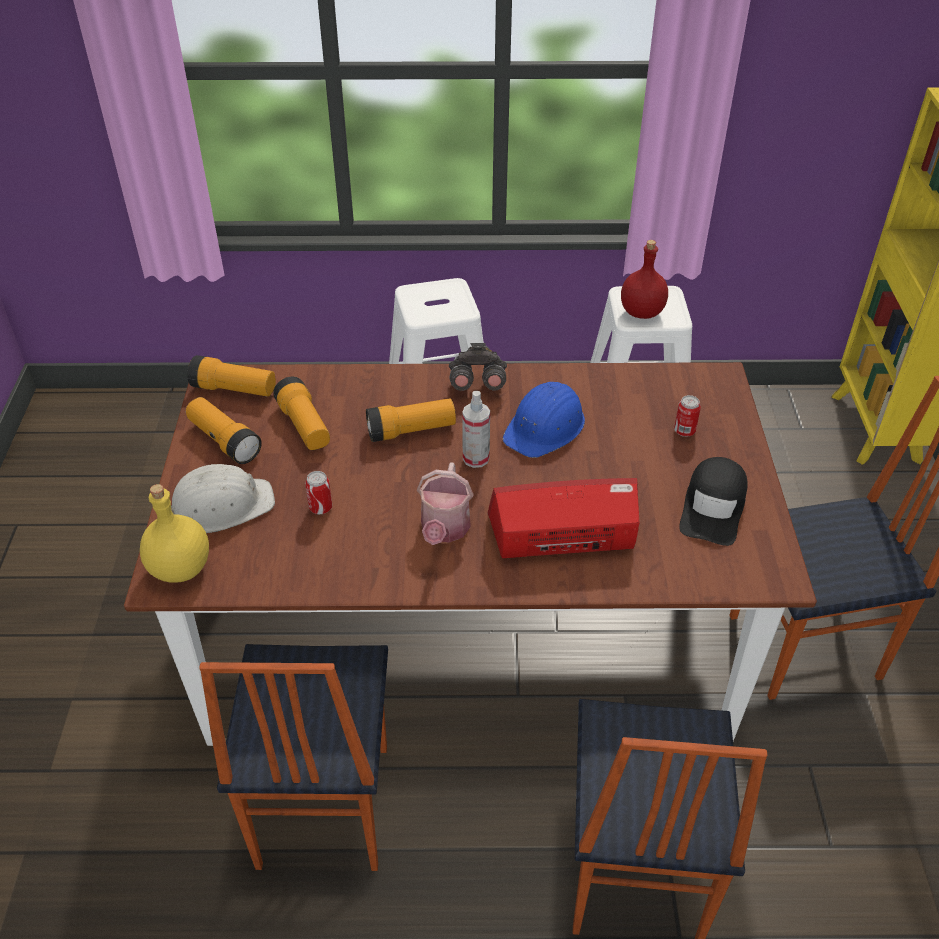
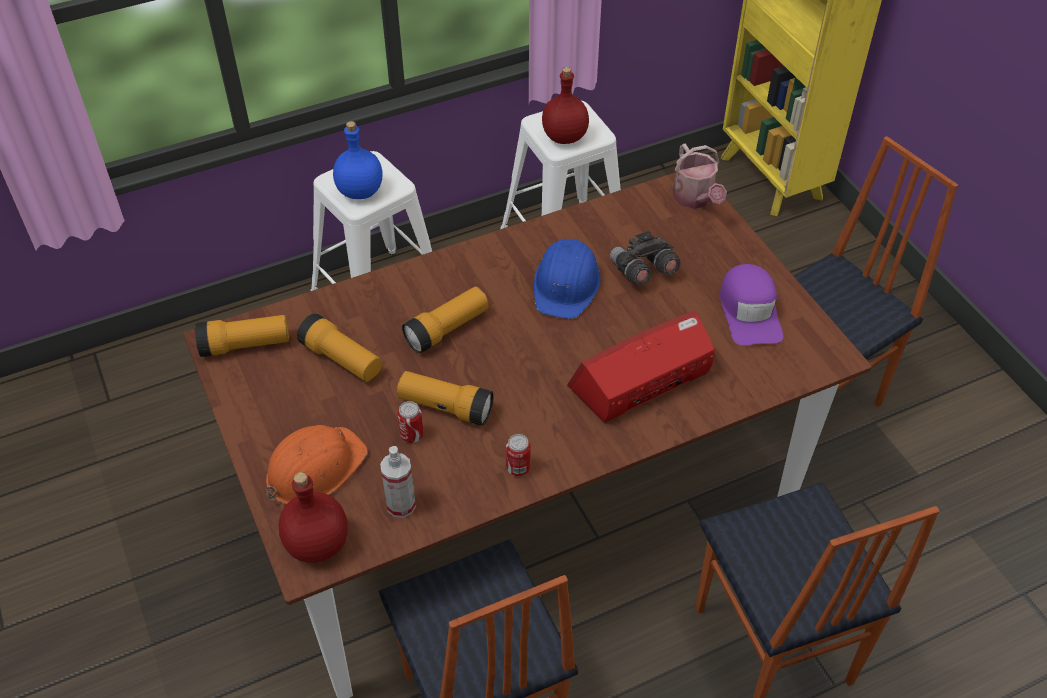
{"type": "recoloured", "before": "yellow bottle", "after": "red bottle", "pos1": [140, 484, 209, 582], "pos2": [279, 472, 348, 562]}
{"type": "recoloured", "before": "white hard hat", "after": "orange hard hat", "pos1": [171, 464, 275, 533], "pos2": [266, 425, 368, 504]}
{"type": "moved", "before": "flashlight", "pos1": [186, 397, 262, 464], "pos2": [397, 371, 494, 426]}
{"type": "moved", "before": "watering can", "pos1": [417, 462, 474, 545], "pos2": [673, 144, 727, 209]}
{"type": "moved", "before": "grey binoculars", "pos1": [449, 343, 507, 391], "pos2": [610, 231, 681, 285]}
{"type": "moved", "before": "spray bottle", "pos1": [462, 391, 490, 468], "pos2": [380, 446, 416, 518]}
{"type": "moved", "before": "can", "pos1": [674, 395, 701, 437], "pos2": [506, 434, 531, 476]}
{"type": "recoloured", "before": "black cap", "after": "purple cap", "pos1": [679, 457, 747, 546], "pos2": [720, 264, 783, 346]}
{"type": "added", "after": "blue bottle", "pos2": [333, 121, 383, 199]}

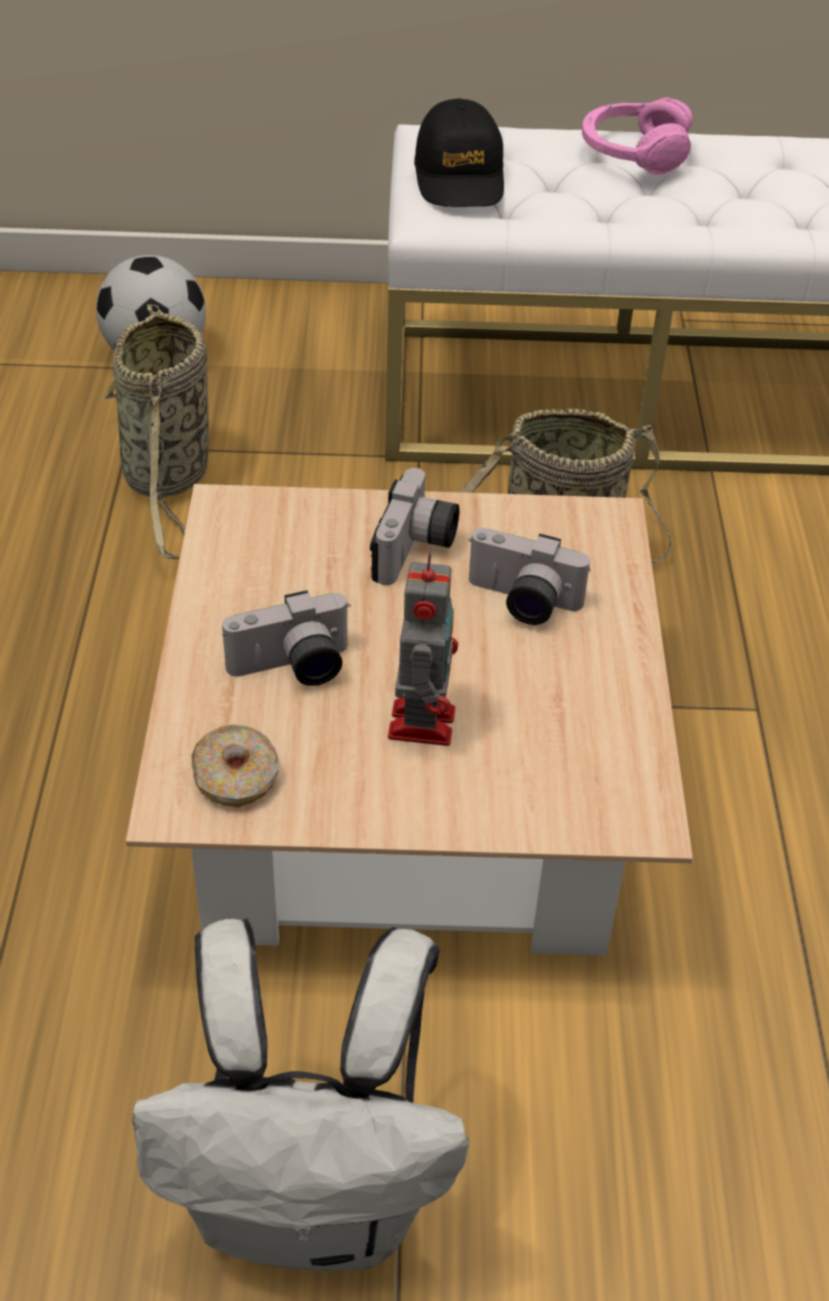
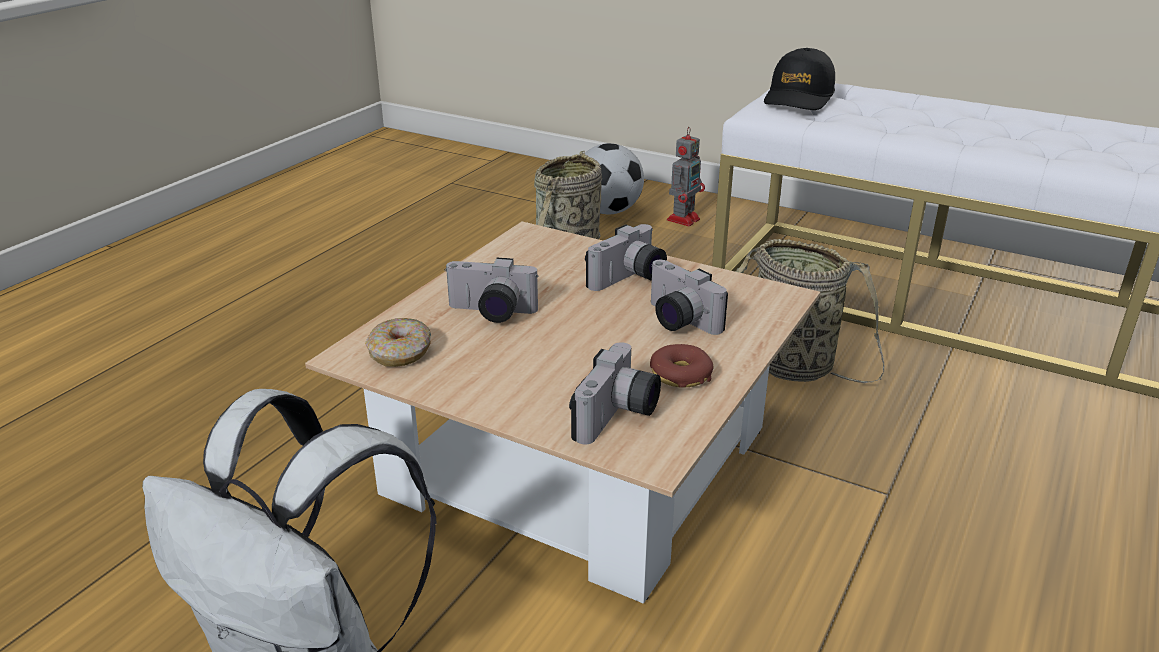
{"type": "moved", "before": "toy robot", "pos1": [388, 553, 458, 746], "pos2": [667, 127, 705, 226]}
{"type": "removed", "before": "pink headphones", "pos1": [582, 97, 693, 175]}
{"type": "added", "after": "photo camera", "pos2": [569, 342, 661, 445]}
{"type": "added", "after": "donut", "pos2": [650, 344, 713, 388]}

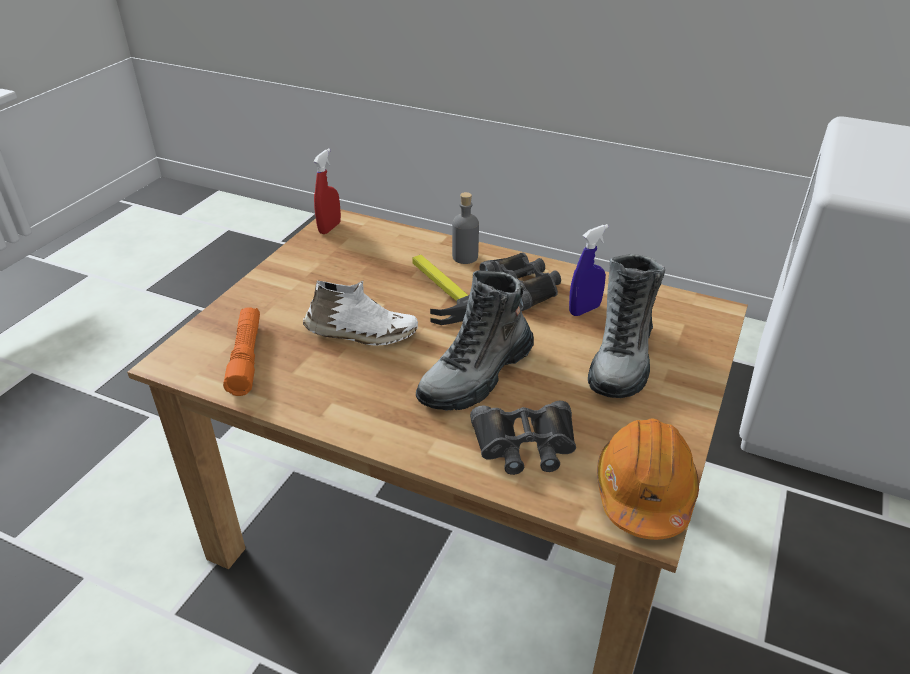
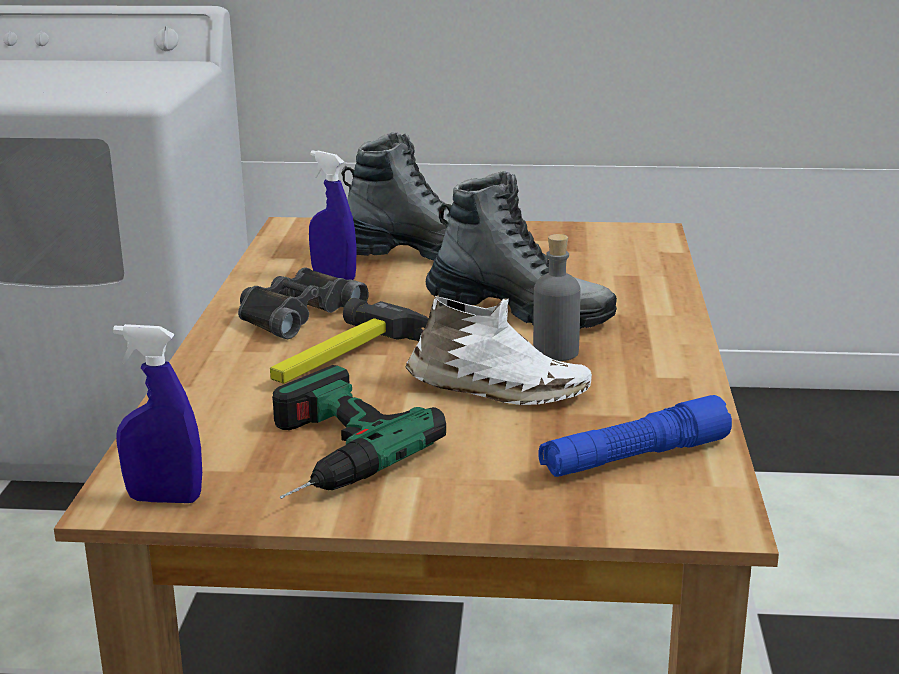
{"type": "recoloured", "before": "orange flashlight", "after": "blue flashlight", "pos1": [223, 307, 260, 396], "pos2": [538, 395, 732, 477]}
{"type": "turned", "before": "white shoe", "pos1": [303, 281, 418, 346], "pos2": [405, 296, 592, 405], "turn": 120}
{"type": "recoloured", "before": "red spray bottle", "after": "blue spray bottle", "pos1": [313, 148, 341, 234], "pos2": [113, 324, 202, 503]}
{"type": "moved", "before": "grey bottle", "pos1": [452, 192, 479, 264], "pos2": [533, 234, 580, 361]}
{"type": "removed", "before": "black binoculars", "pos1": [470, 401, 576, 475]}
{"type": "removed", "before": "orange hard hat", "pos1": [597, 419, 699, 540]}
{"type": "added", "after": "power drill", "pos2": [272, 365, 446, 499]}

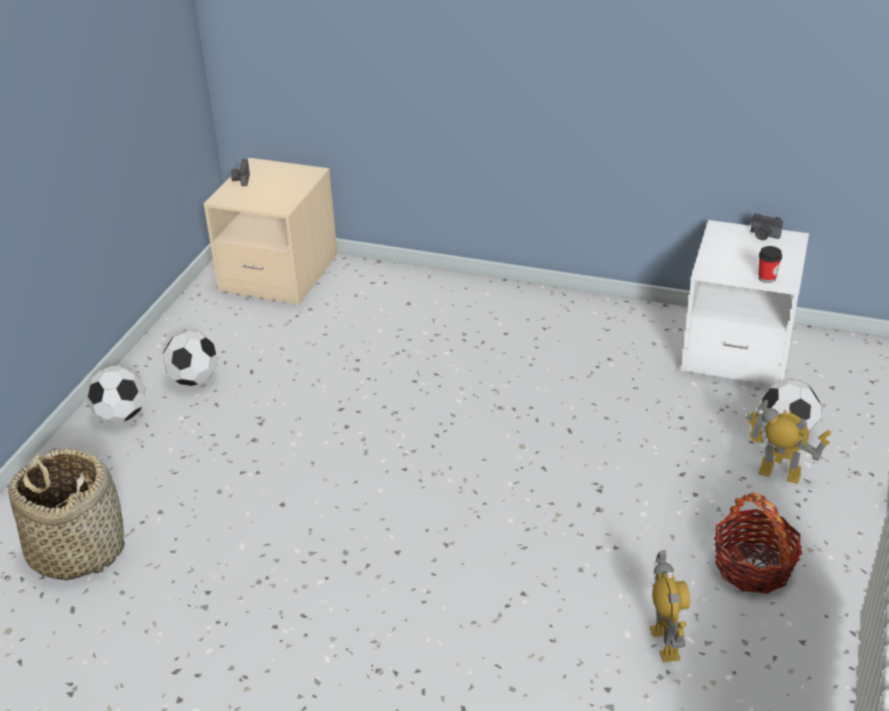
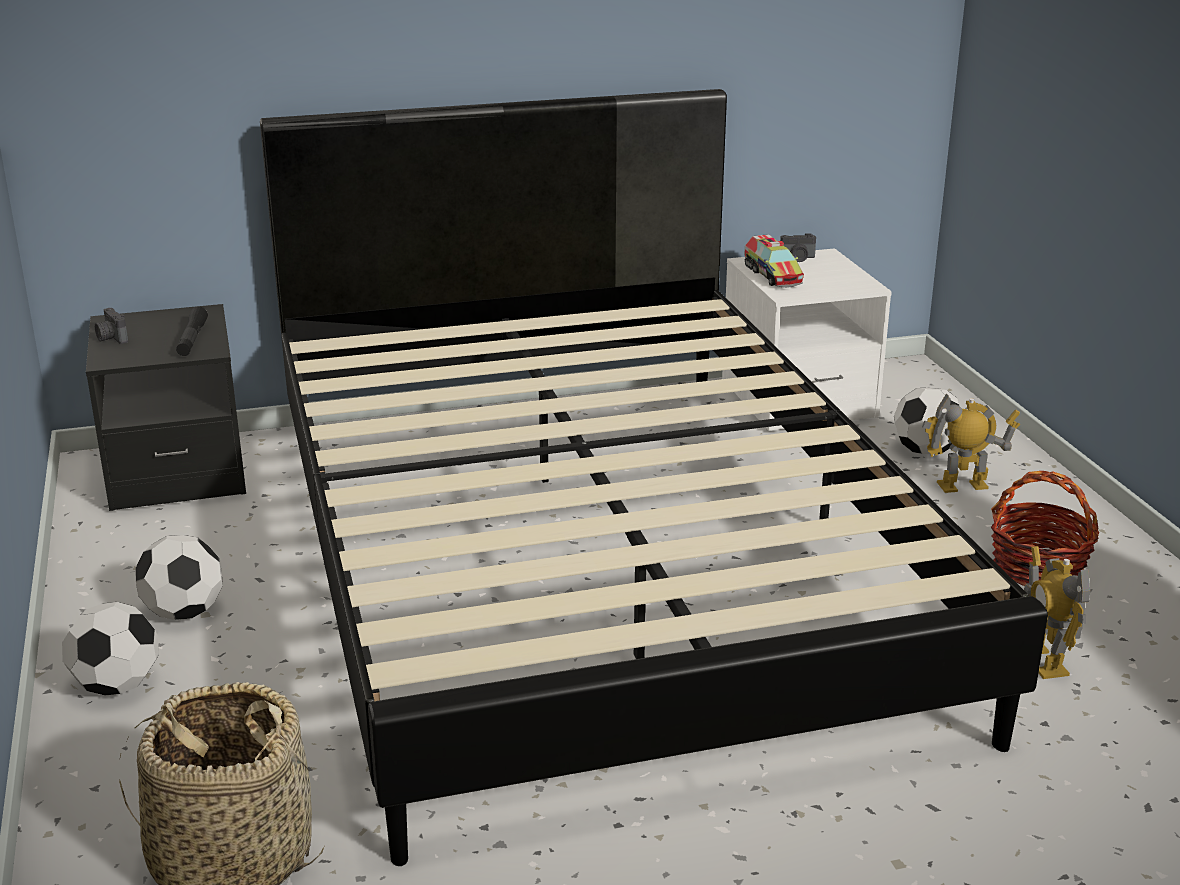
{"type": "recoloured", "before": "beige nightstand", "after": "black nightstand", "pos1": [203, 158, 337, 305], "pos2": [86, 304, 246, 511]}
{"type": "turned", "before": "toy robot", "pos1": [650, 550, 690, 663], "pos2": [1024, 546, 1090, 679], "turn": -150}
{"type": "removed", "before": "cup", "pos1": [758, 246, 782, 283]}
{"type": "added", "after": "black flashlight", "pos2": [176, 306, 208, 356]}
{"type": "added", "after": "black bed", "pos2": [260, 89, 1048, 866]}
{"type": "added", "after": "toy truck", "pos2": [745, 234, 804, 288]}

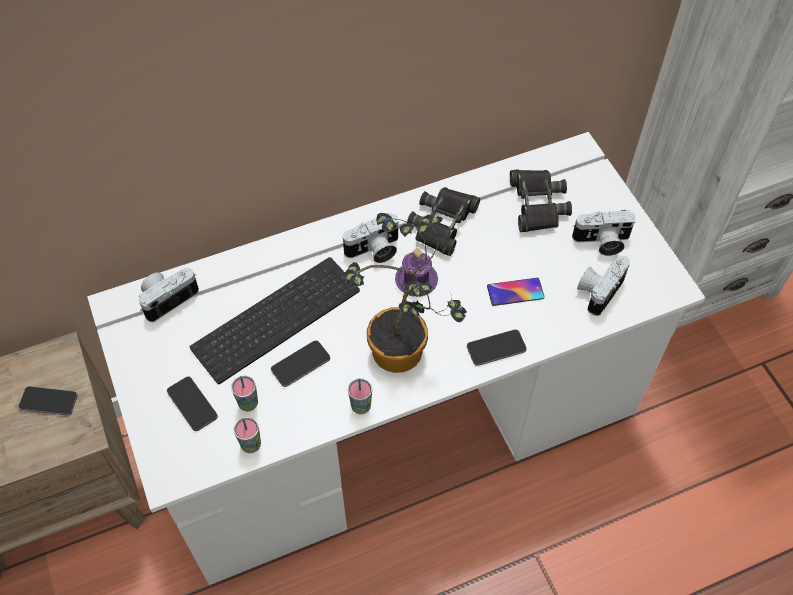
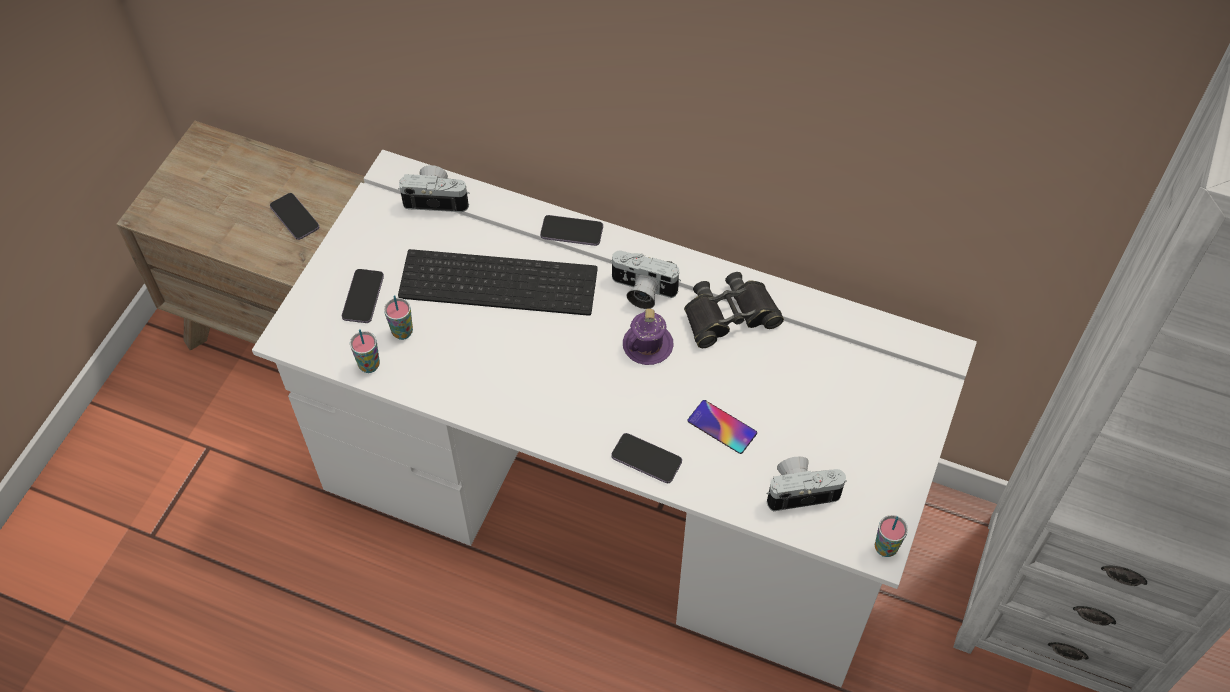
{"type": "moved", "before": "phone", "pos1": [271, 340, 330, 387], "pos2": [540, 215, 603, 246]}
{"type": "removed", "before": "potted plant", "pos1": [343, 213, 467, 373]}
{"type": "moved", "before": "cup", "pos1": [348, 378, 372, 414], "pos2": [875, 515, 908, 557]}
{"type": "removed", "before": "black binoculars", "pos1": [510, 169, 572, 232]}
{"type": "removed", "before": "photo camera", "pos1": [572, 210, 636, 256]}

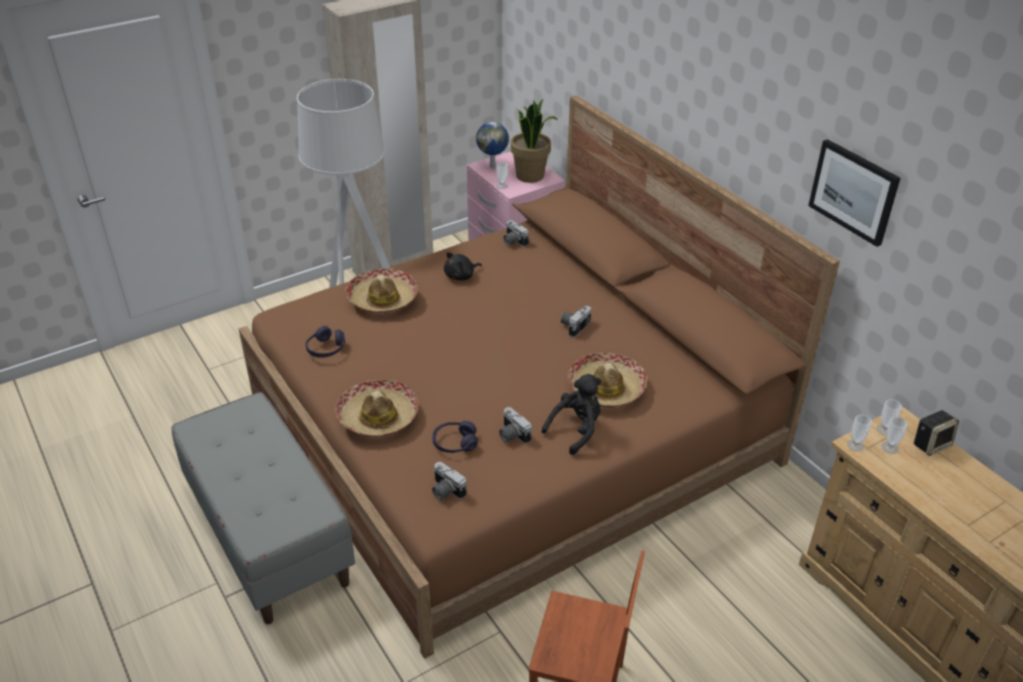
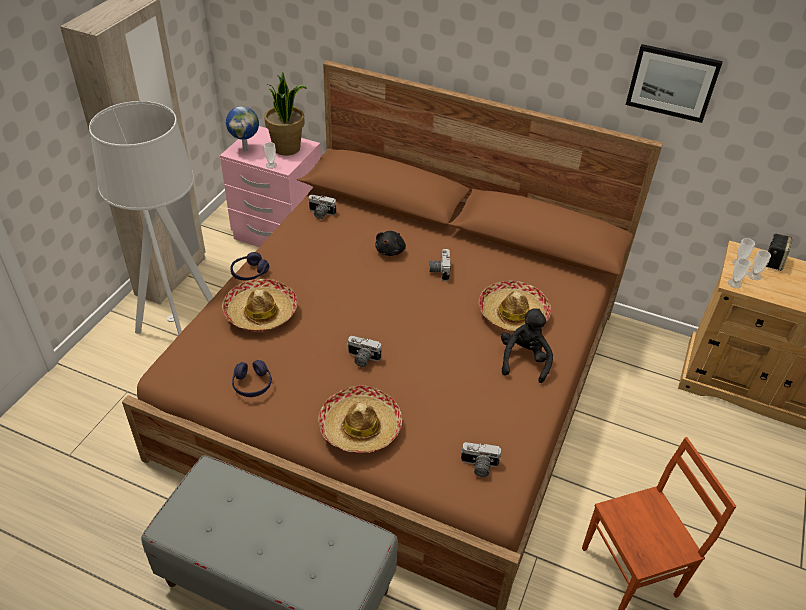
{"type": "moved", "before": "purple headphones", "pos1": [432, 421, 478, 453], "pos2": [230, 252, 269, 280]}
{"type": "moved", "before": "black plush toy", "pos1": [444, 252, 482, 280], "pos2": [375, 231, 406, 256]}
{"type": "moved", "before": "photo camera", "pos1": [499, 407, 532, 444], "pos2": [347, 336, 382, 367]}

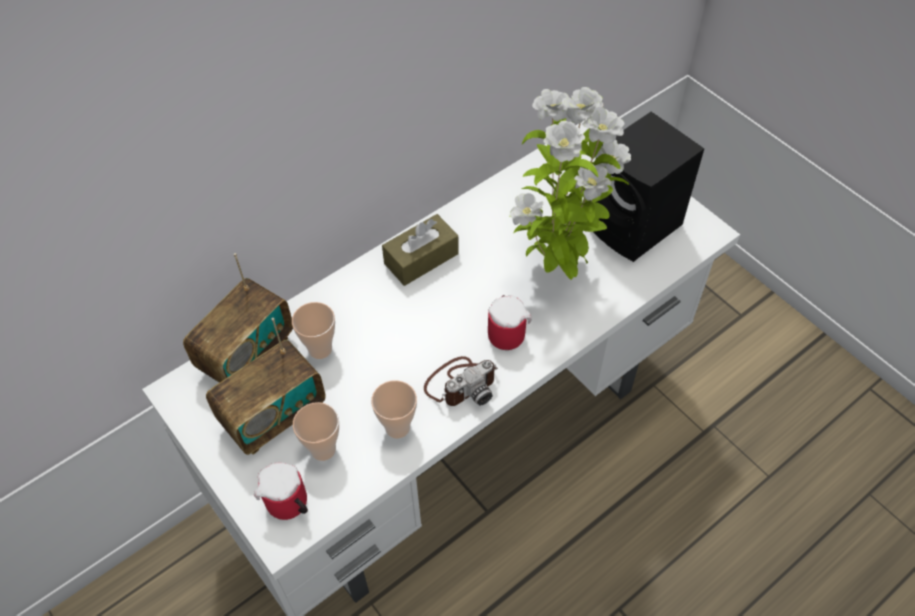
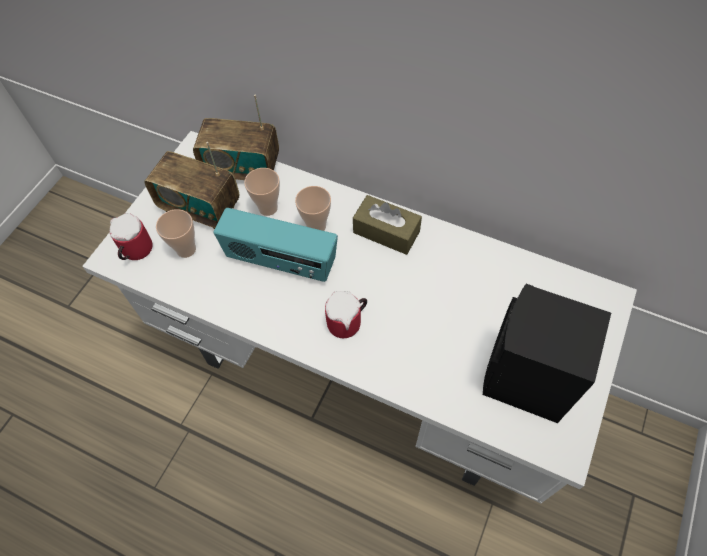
{"type": "moved", "before": "cup", "pos1": [371, 380, 417, 439], "pos2": [295, 186, 331, 231]}
{"type": "removed", "before": "photo camera", "pos1": [424, 356, 498, 406]}
{"type": "removed", "before": "potted plant", "pos1": [510, 87, 631, 280]}
{"type": "added", "after": "radio", "pos2": [214, 208, 338, 282]}

